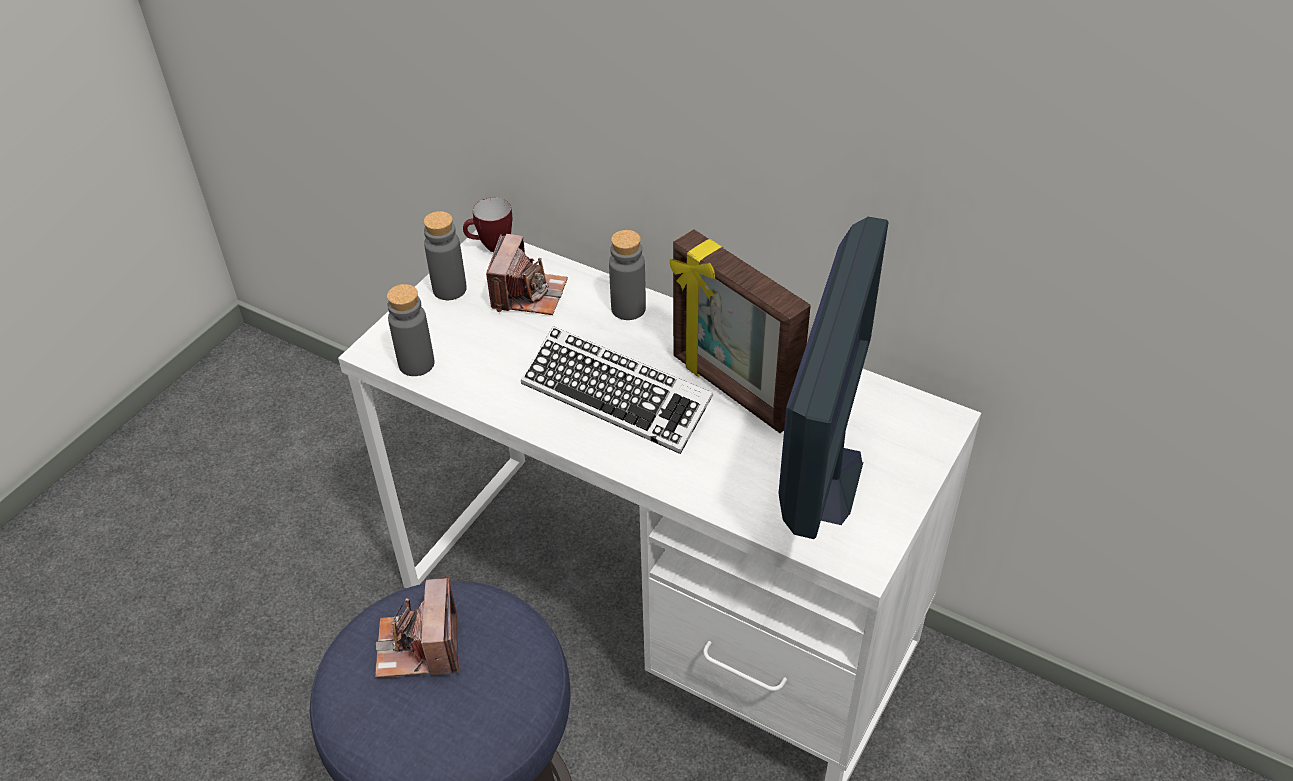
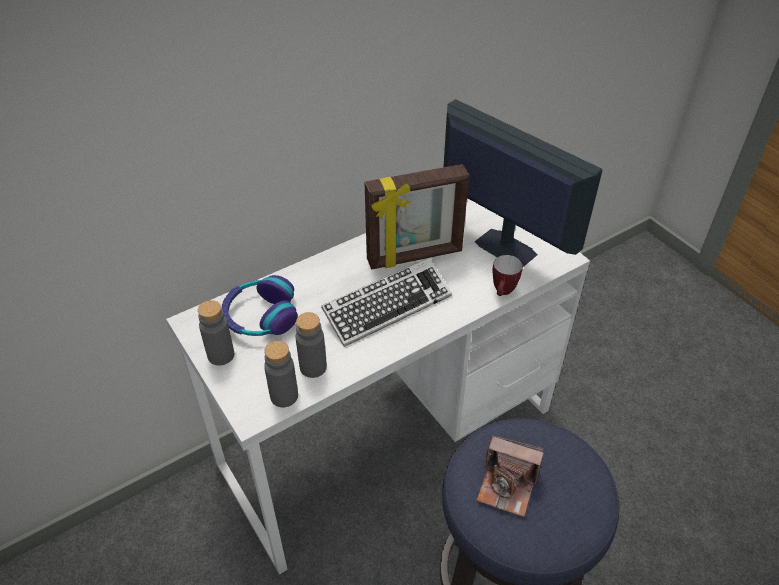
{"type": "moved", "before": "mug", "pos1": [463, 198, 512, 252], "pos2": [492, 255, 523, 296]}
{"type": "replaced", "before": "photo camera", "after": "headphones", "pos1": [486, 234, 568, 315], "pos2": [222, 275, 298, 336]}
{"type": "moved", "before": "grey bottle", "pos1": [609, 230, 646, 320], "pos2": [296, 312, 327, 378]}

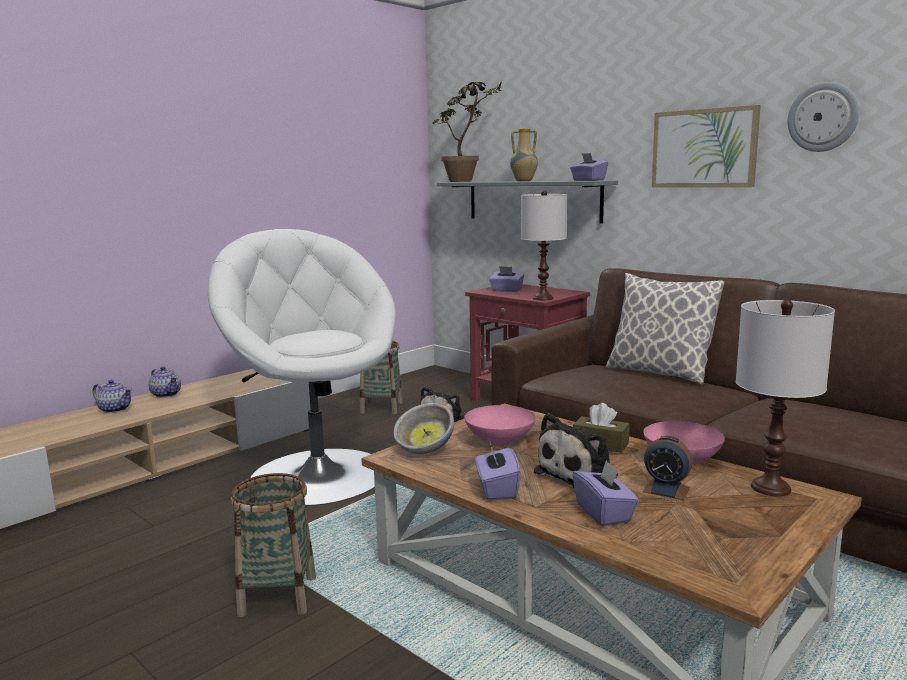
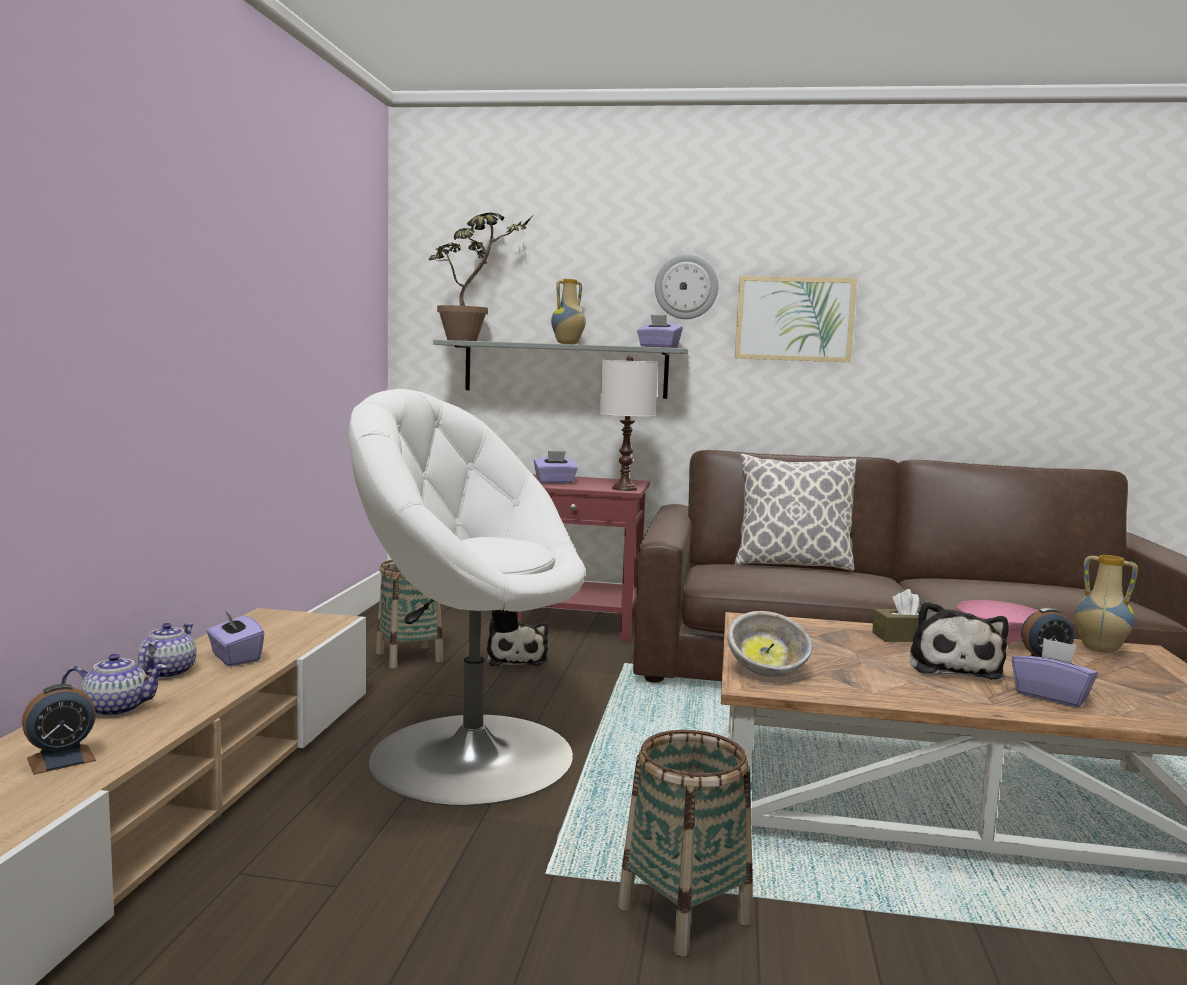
{"type": "turned", "before": "teapot", "pos1": [148, 366, 181, 398], "pos2": [138, 623, 196, 679], "turn": -90}
{"type": "removed", "before": "pink bowl", "pos1": [464, 405, 536, 446]}
{"type": "moved", "before": "purple tissue box", "pos1": [475, 443, 521, 500], "pos2": [206, 610, 264, 666]}
{"type": "replaced", "before": "white table lamp", "after": "vase", "pos1": [736, 300, 835, 496], "pos2": [1075, 555, 1138, 653]}
{"type": "moved", "before": "wall clock", "pos1": [787, 82, 860, 152], "pos2": [655, 254, 718, 319]}
{"type": "added", "after": "alarm clock", "pos2": [22, 684, 96, 775]}

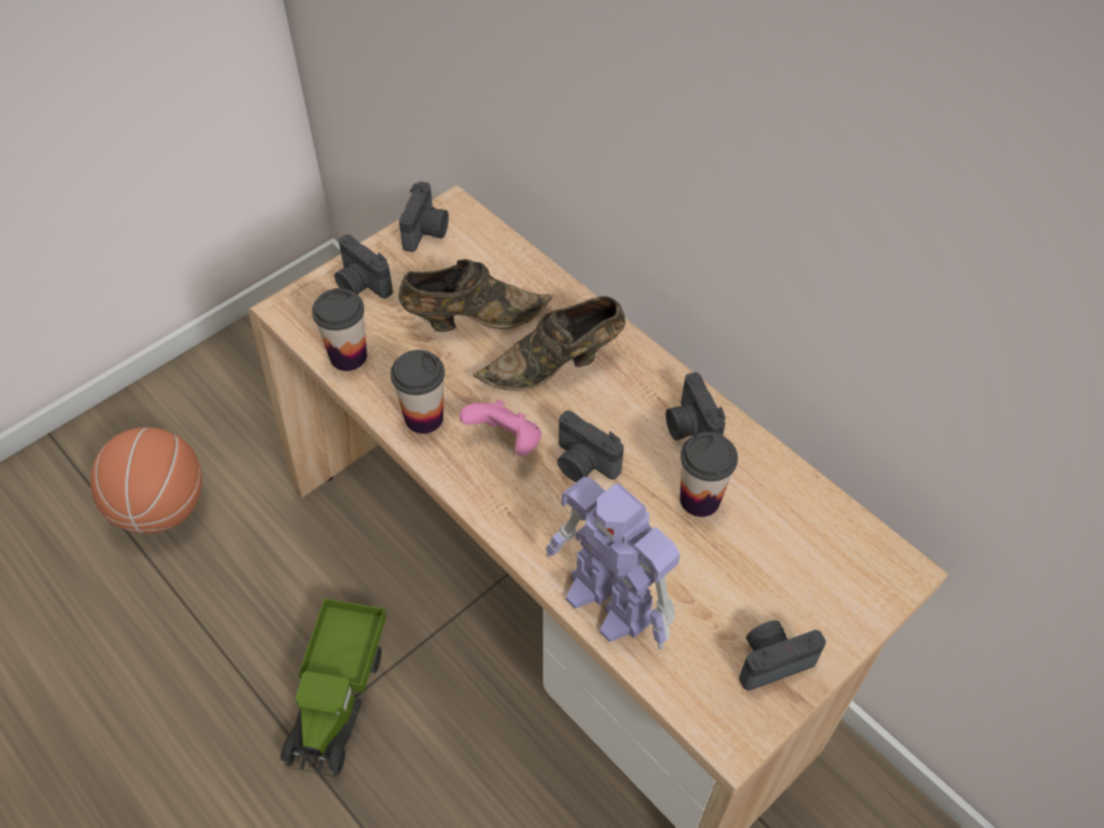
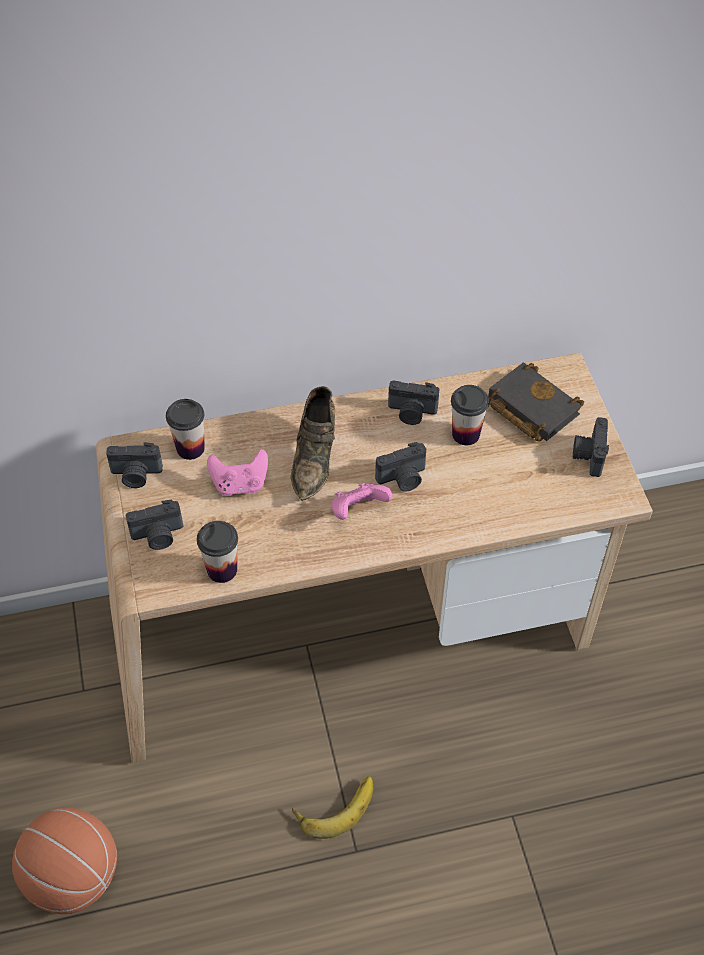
{"type": "replaced", "before": "toy truck", "after": "banana", "pos1": [280, 598, 387, 777], "pos2": [292, 776, 373, 839]}
{"type": "moved", "before": "cup", "pos1": [390, 350, 445, 434], "pos2": [166, 399, 205, 460]}
{"type": "replaced", "before": "brown shoe", "after": "pink game controller", "pos1": [398, 259, 553, 332], "pos2": [207, 449, 268, 496]}
{"type": "turned", "before": "photo camera", "pos1": [399, 181, 449, 252], "pos2": [106, 442, 163, 488], "turn": 135}
{"type": "removed", "before": "toy robot", "pos1": [546, 477, 680, 650]}
{"type": "added", "after": "black book", "pos2": [488, 362, 584, 442]}

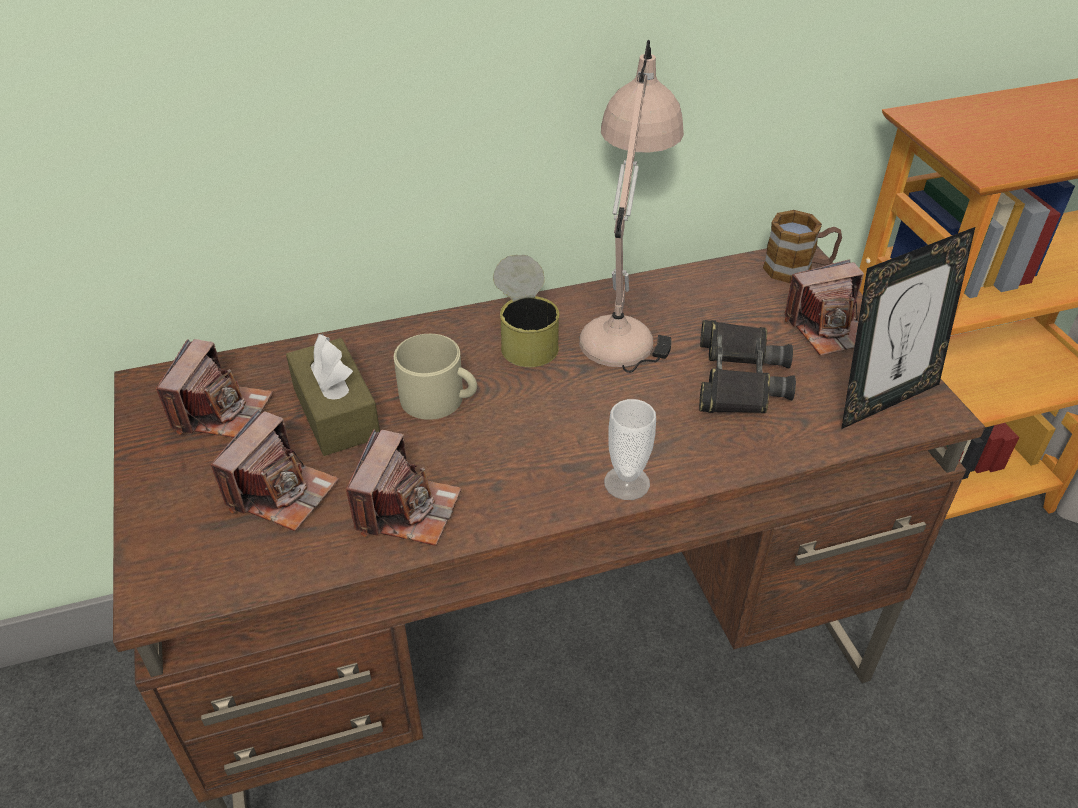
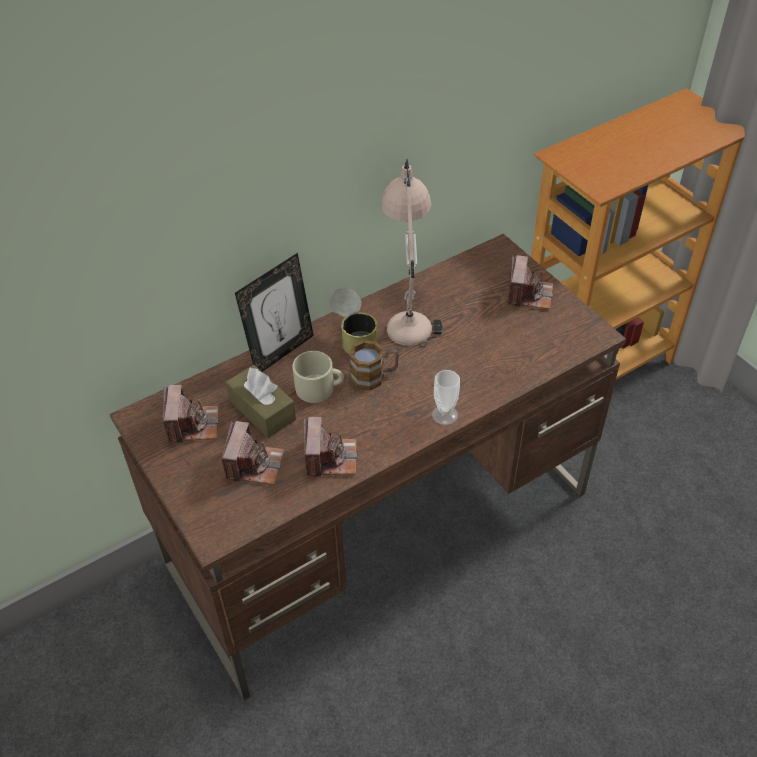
{"type": "removed", "before": "black binoculars", "pos1": [699, 320, 796, 413]}
{"type": "moved", "before": "mug", "pos1": [763, 210, 842, 283], "pos2": [350, 340, 399, 391]}
{"type": "turned", "before": "photo camera", "pos1": [785, 259, 864, 356], "pos2": [508, 255, 553, 309], "turn": -45}
{"type": "moved", "before": "picture frame", "pos1": [841, 227, 975, 429], "pos2": [235, 253, 314, 372]}

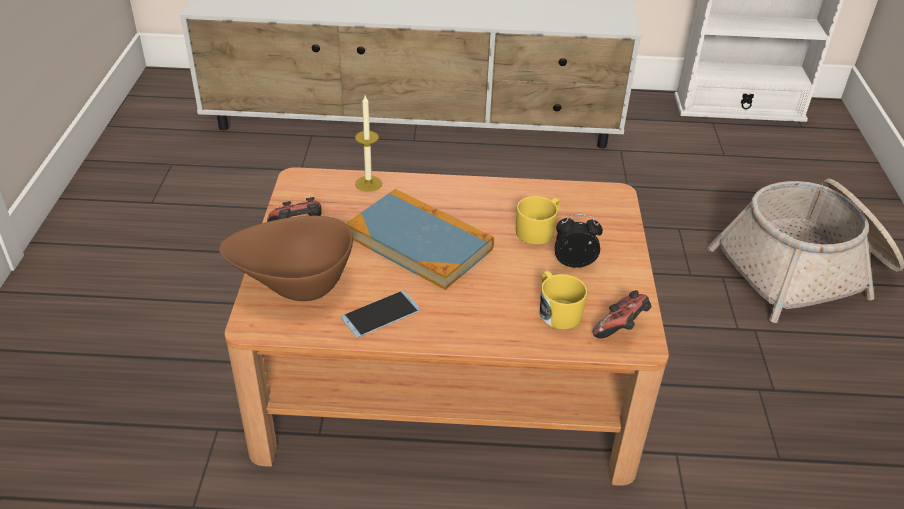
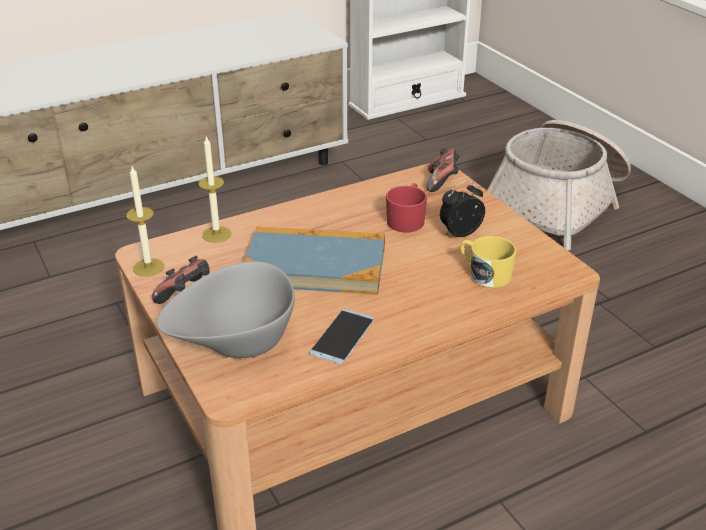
{"type": "recoloured", "before": "brown bowl", "after": "grey bowl", "pos1": [219, 216, 353, 301], "pos2": [157, 261, 295, 358]}
{"type": "recoloured", "before": "yellow mug", "after": "red mug", "pos1": [516, 196, 561, 245], "pos2": [386, 183, 427, 232]}
{"type": "moved", "before": "game controller", "pos1": [593, 290, 651, 339], "pos2": [427, 148, 459, 192]}
{"type": "added", "after": "candle", "pos2": [126, 166, 164, 277]}

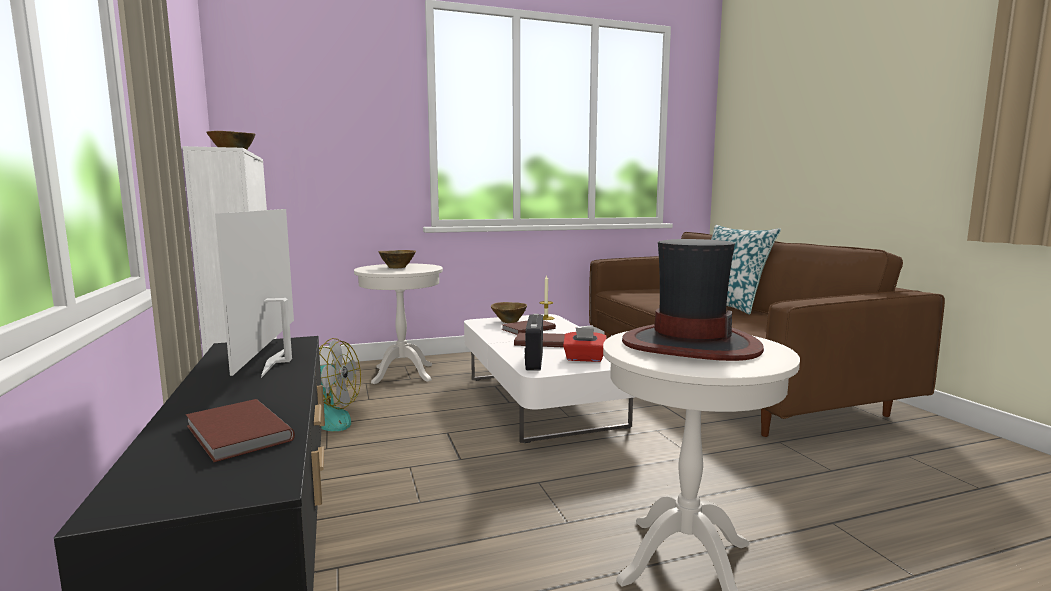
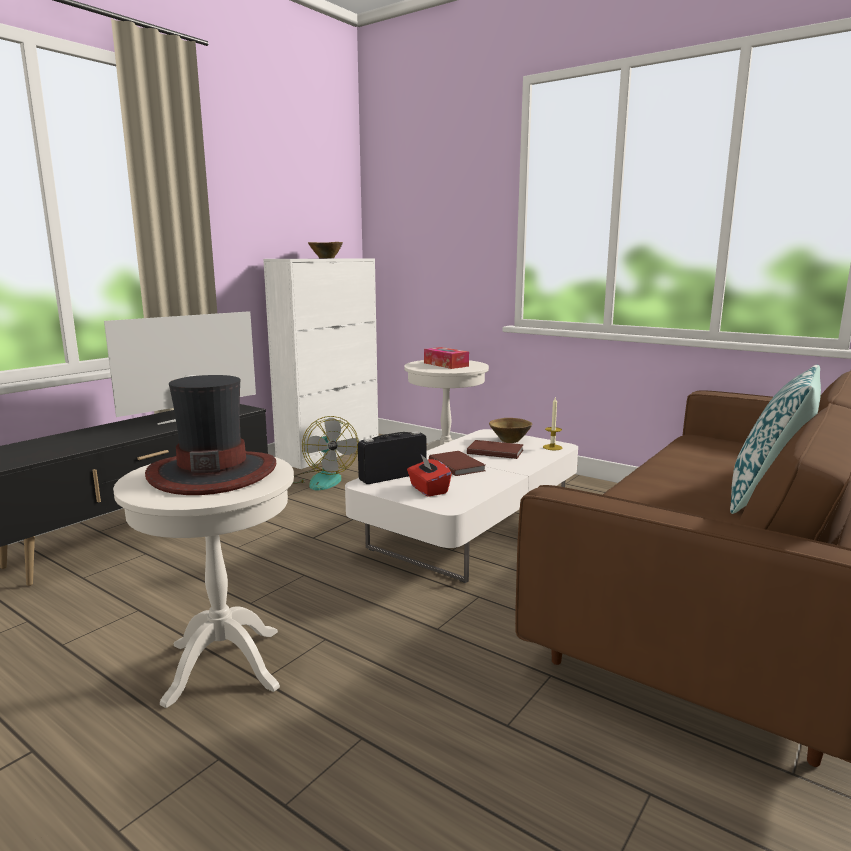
{"type": "removed", "before": "brown book", "pos1": [186, 399, 295, 462]}
{"type": "replaced", "before": "brown bowl", "after": "tissue box", "pos1": [379, 250, 416, 268], "pos2": [424, 347, 469, 369]}

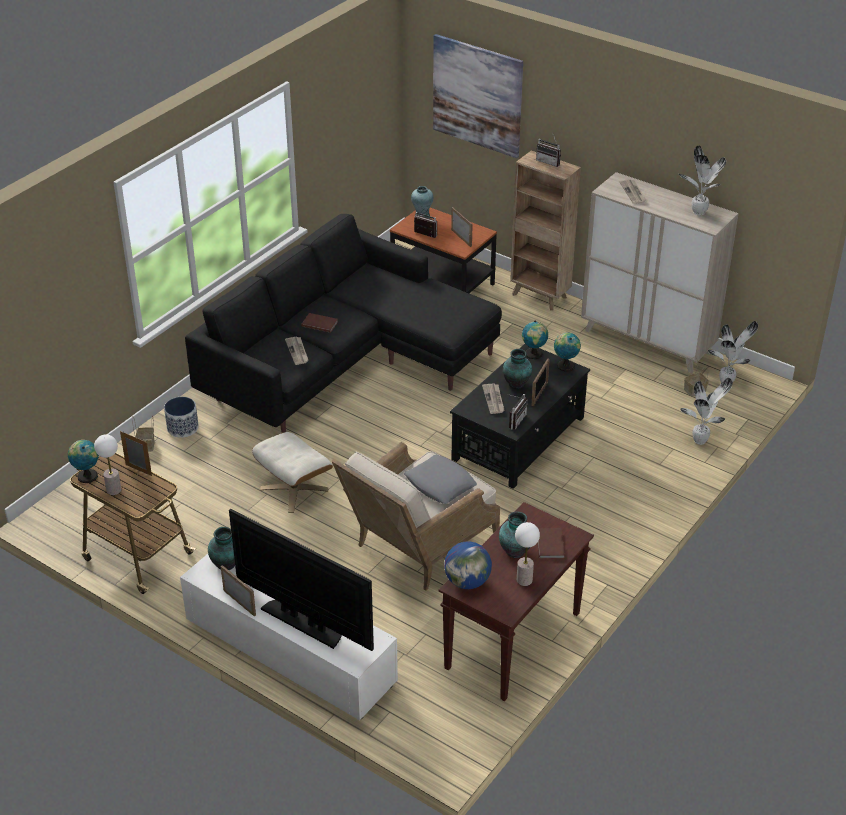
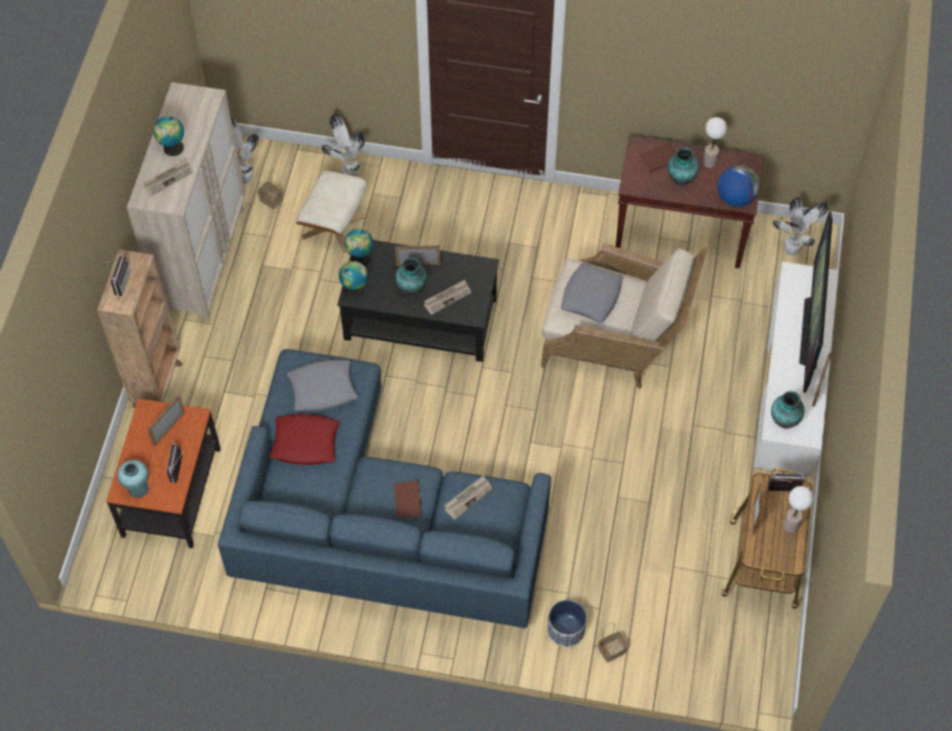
{"type": "moved", "before": "globe", "pos1": [68, 440, 99, 483], "pos2": [153, 116, 184, 156]}
{"type": "recoloured", "before": "black sofa", "after": "blue sofa", "pos1": [185, 214, 502, 433], "pos2": [218, 349, 551, 628]}
{"type": "moved", "before": "beige ottoman", "pos1": [252, 432, 333, 513], "pos2": [296, 170, 367, 253]}
{"type": "removed", "before": "picture", "pos1": [433, 34, 523, 158]}
{"type": "moved", "before": "radio", "pos1": [508, 394, 527, 430], "pos2": [768, 473, 804, 491]}
{"type": "moved", "before": "potted plant", "pos1": [679, 145, 726, 215], "pos2": [773, 197, 828, 256]}
{"type": "added", "after": "red pillow", "pos2": [269, 414, 340, 465]}
{"type": "added", "after": "grey pillow", "pos2": [287, 360, 358, 411]}

